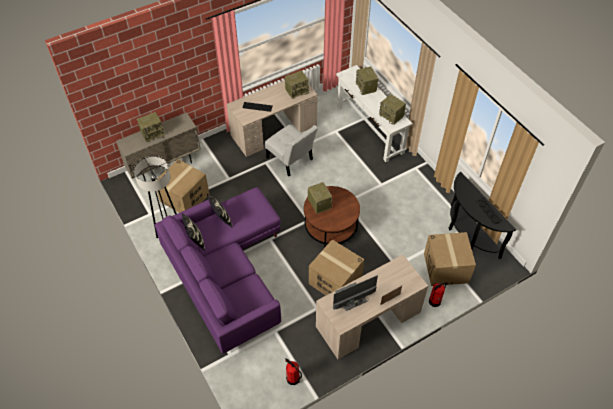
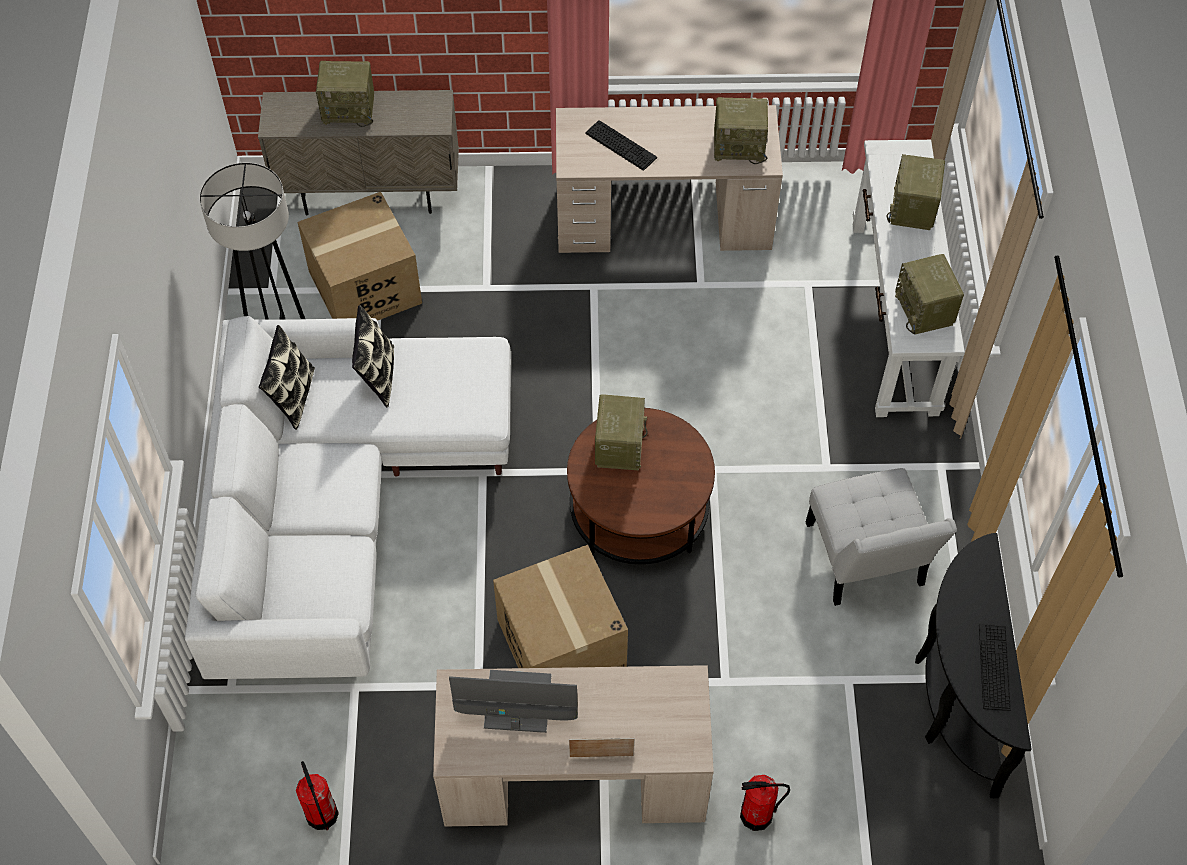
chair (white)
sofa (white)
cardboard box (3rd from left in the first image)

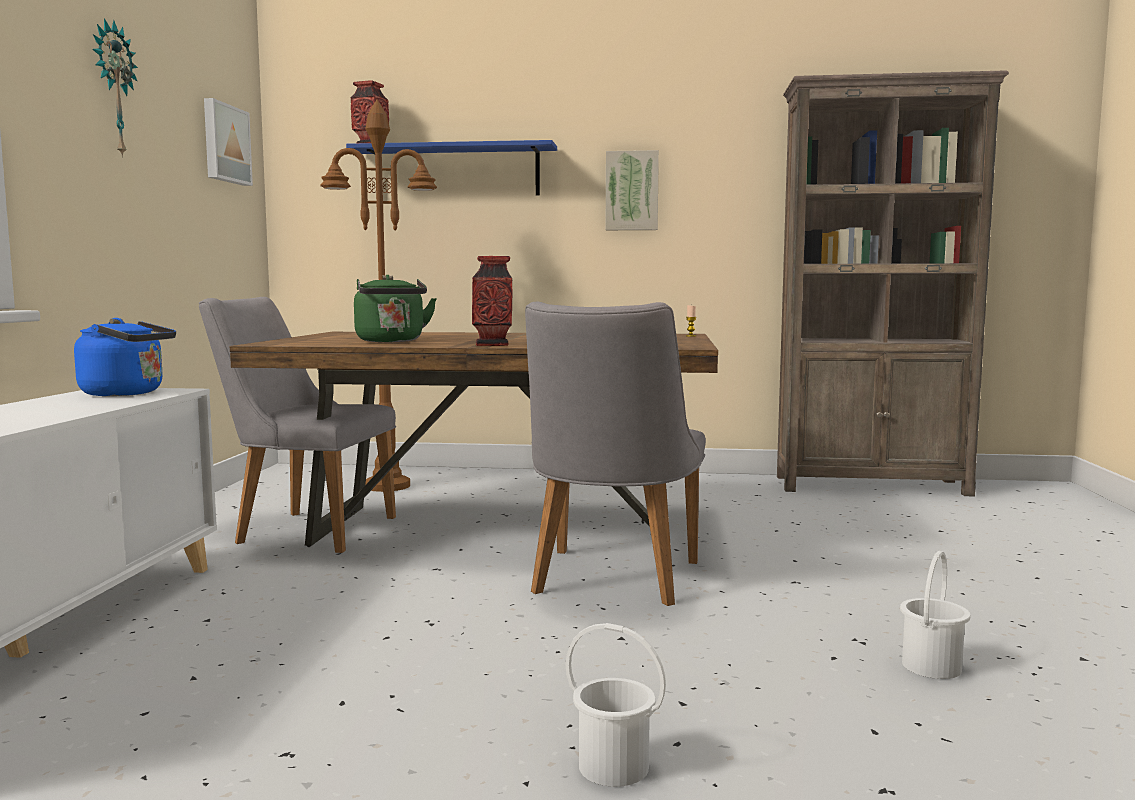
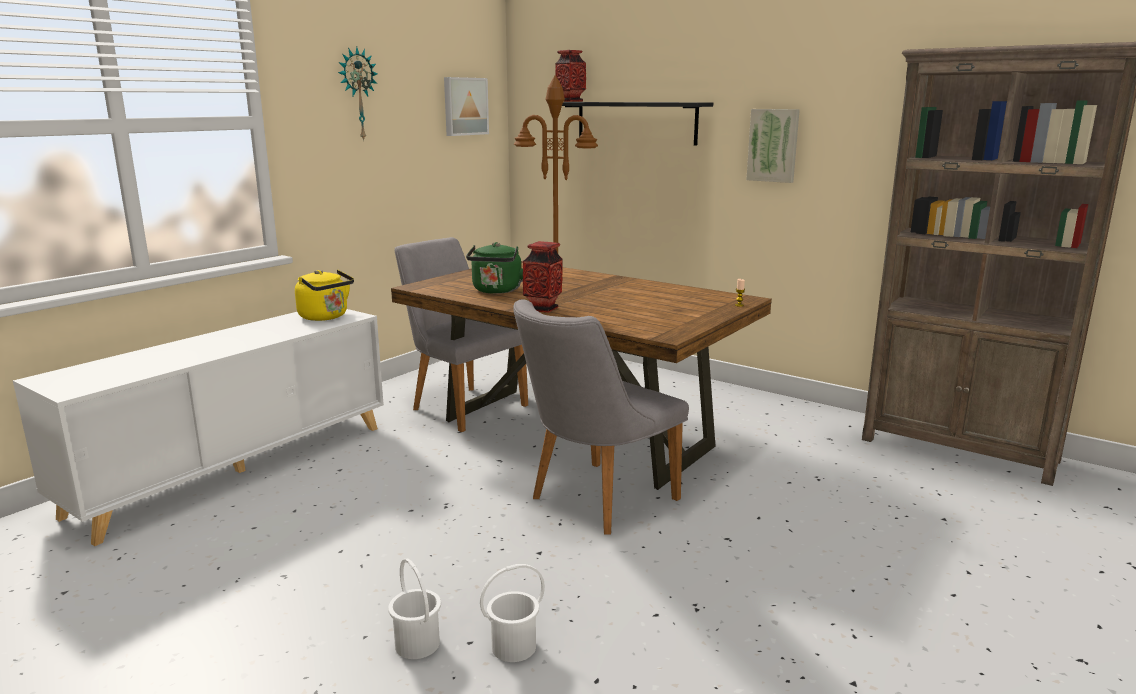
shelf (black)
kettle (yellow)
bucket (white) (2nd from left)

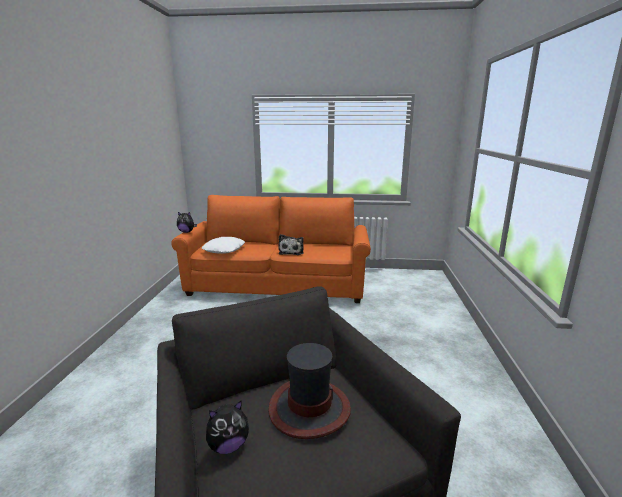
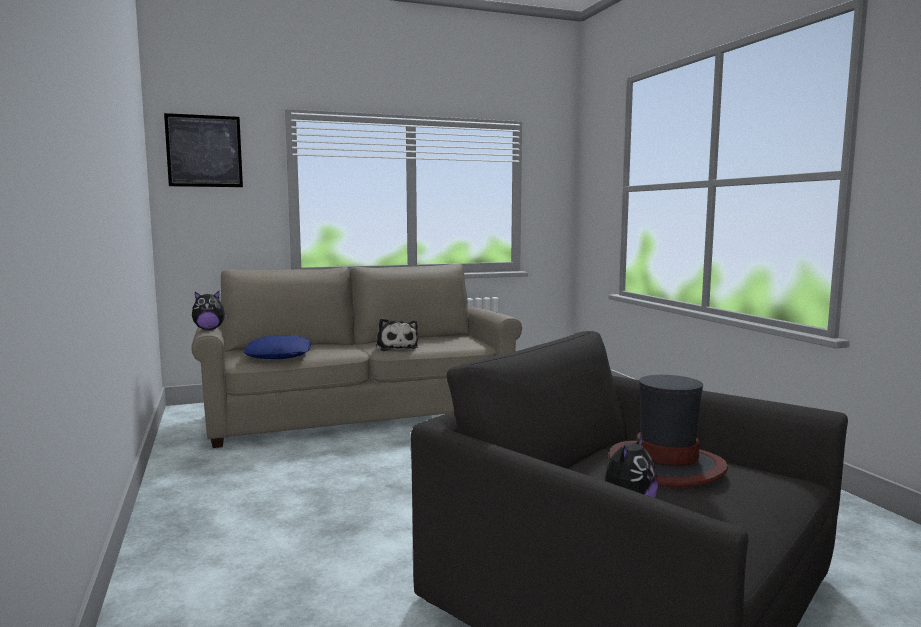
sofa (beige)
pillow (blue)
picture

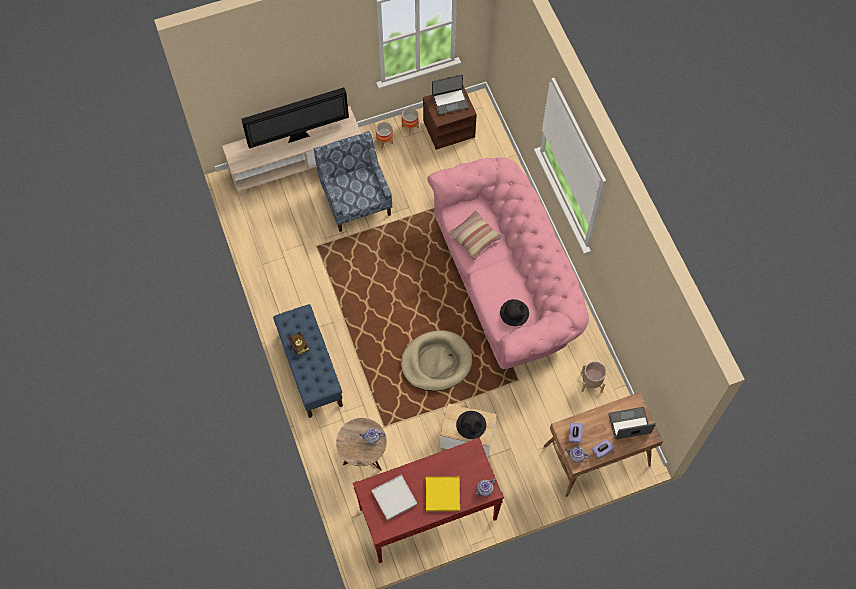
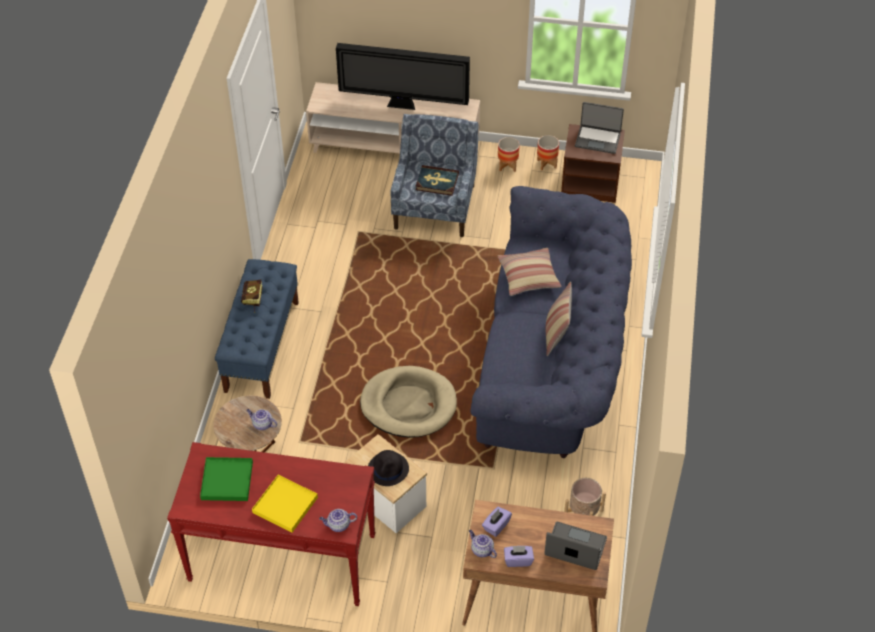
sofa (blue)
hat (black) (2nd from left in the first image)
tray (green)
book (2nd from left)
pillow (2nd from left)

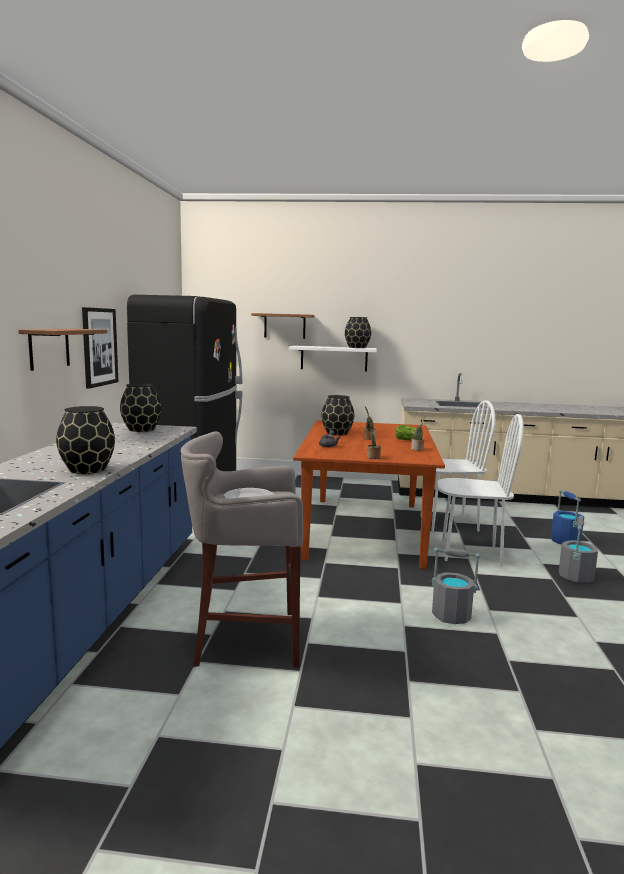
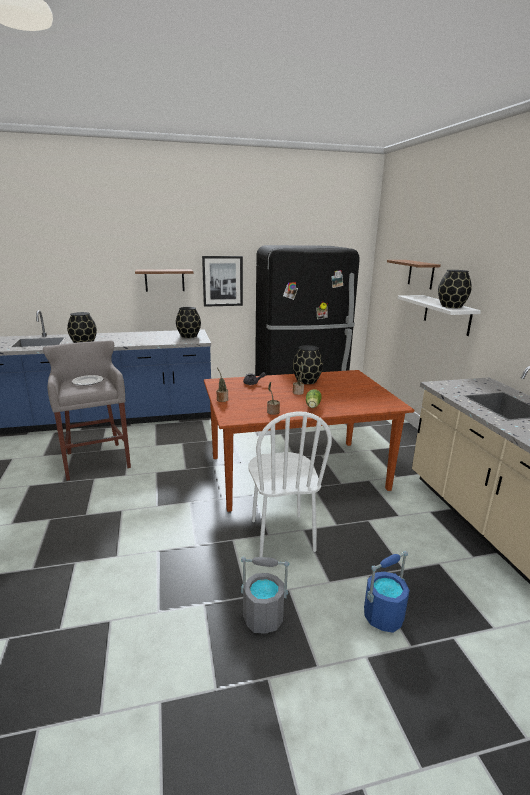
chair (white) (1st from left in the first image)
bucket (grey) (1st from left in the first image)

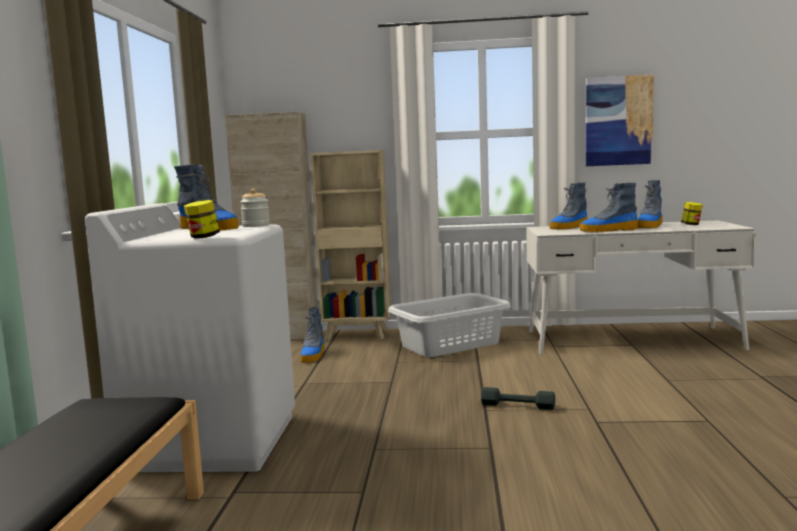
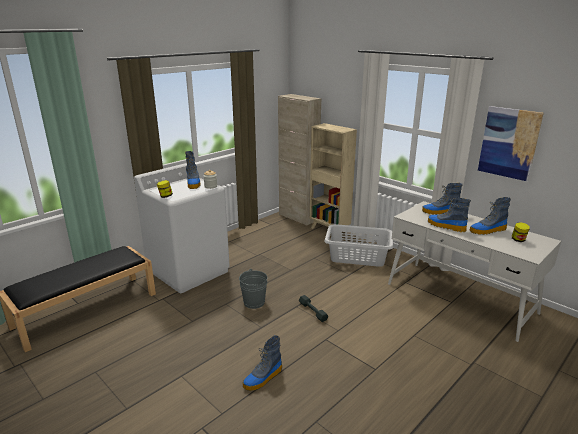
boot (2nd from left)
bucket (grey)

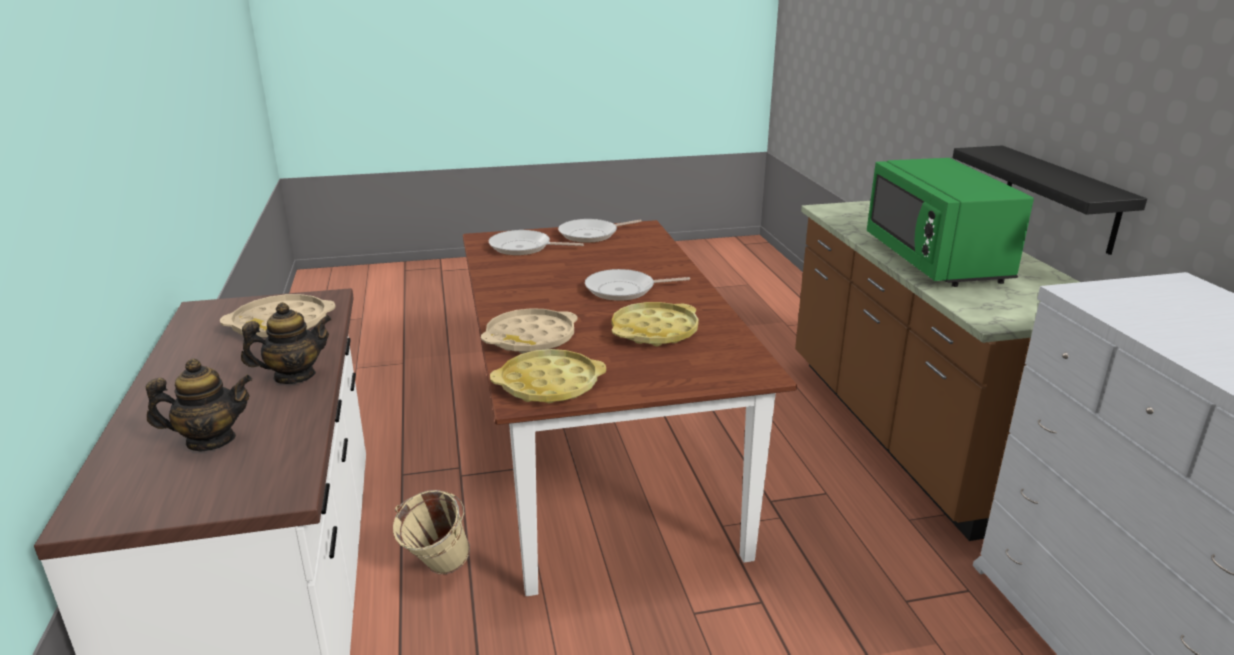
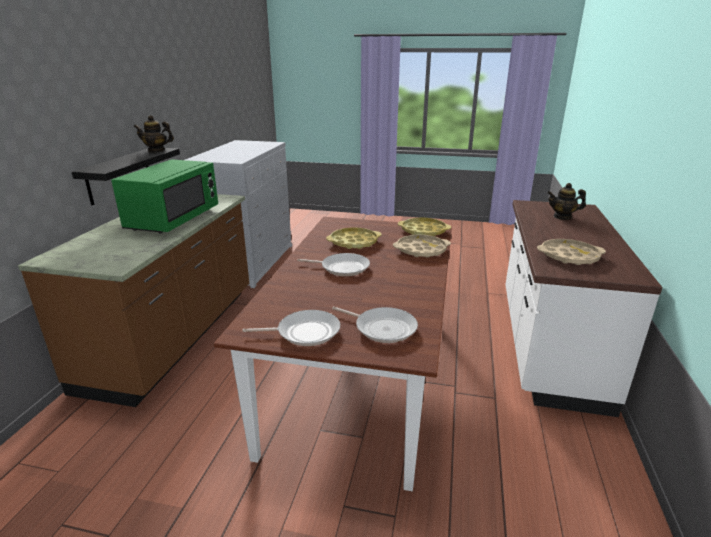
teapot (1st from left)
bucket (beige)

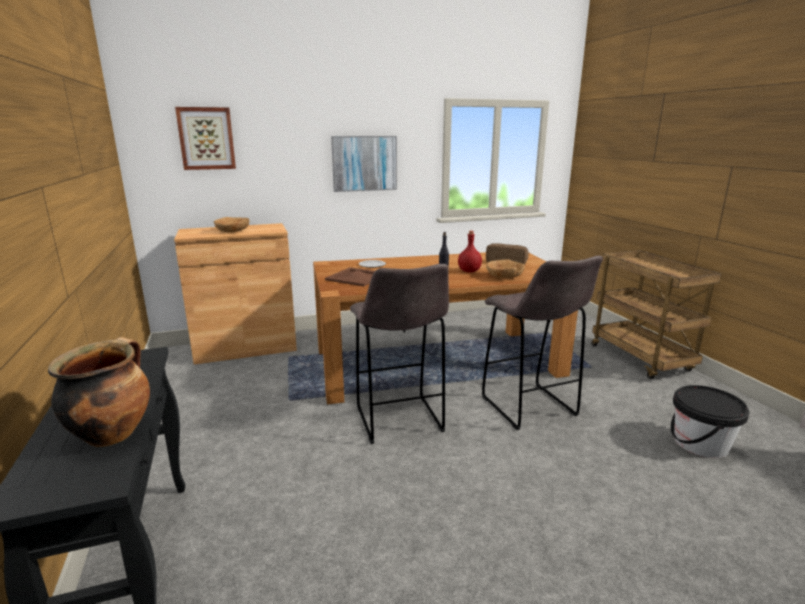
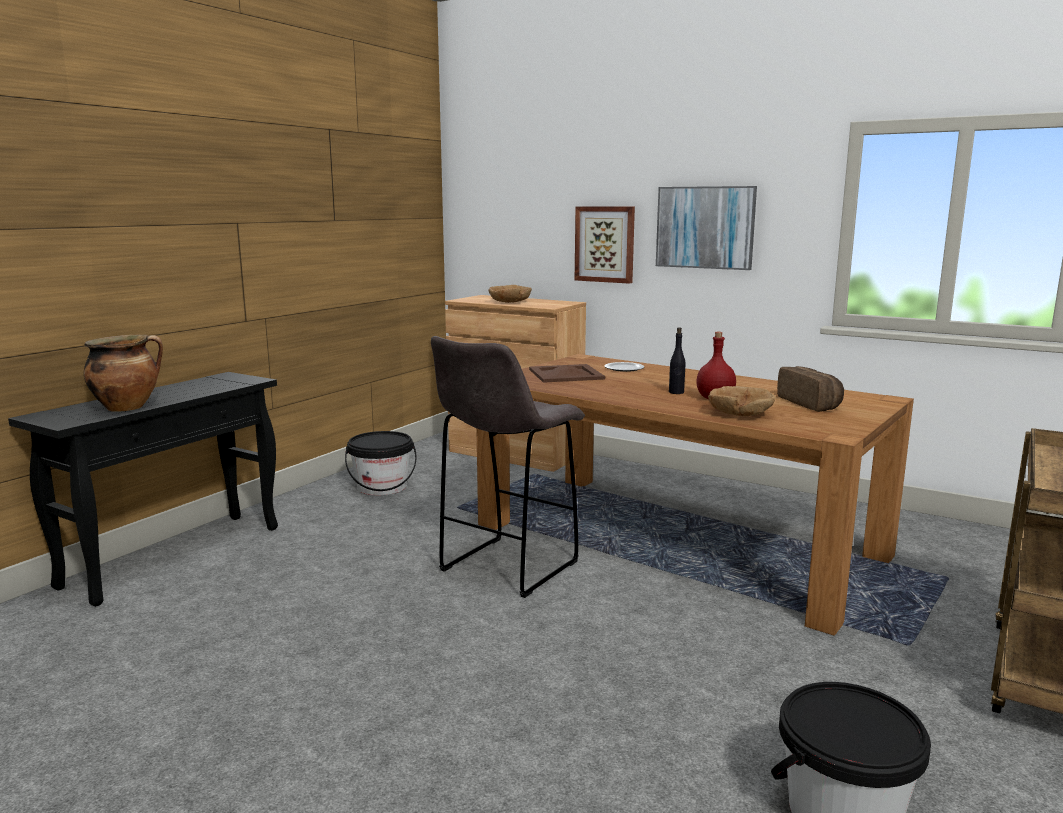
picture (1st from left)
stool (grey) (2nd from left in the first image)
bucket (black) (1st from left)

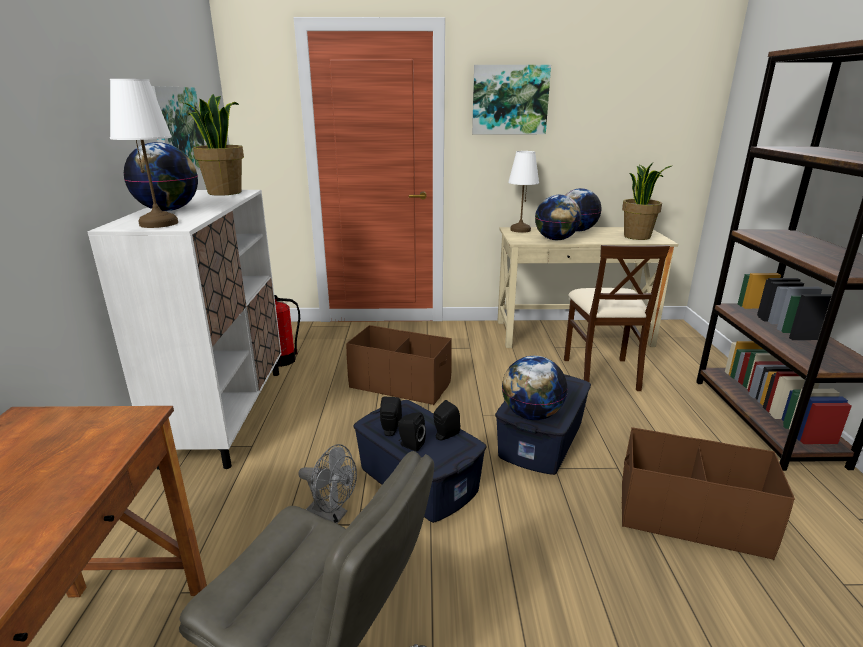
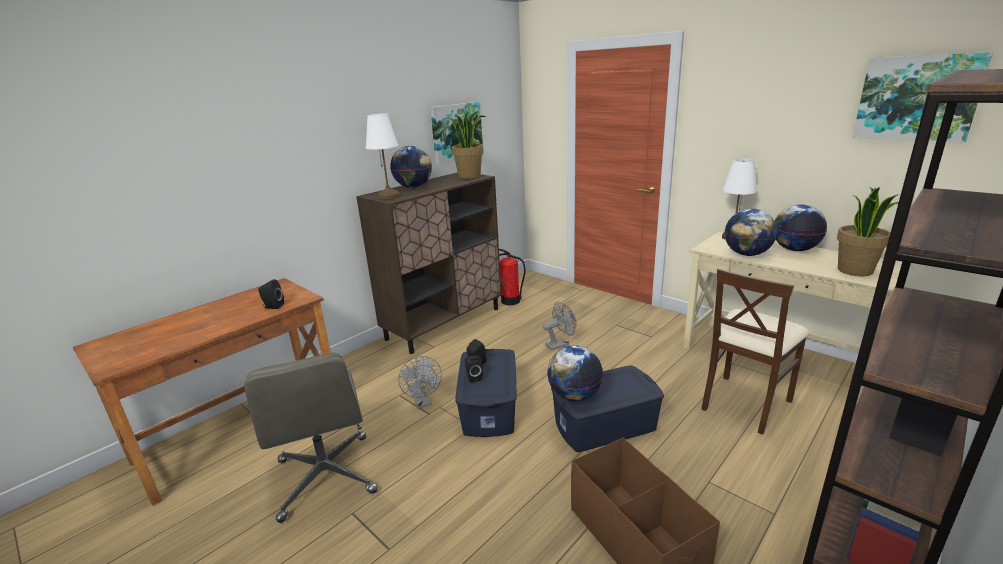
picture (2nd from left)
cabinet (brown)
fan (grey) (2nd from left)
speaker (black) (1st from left)

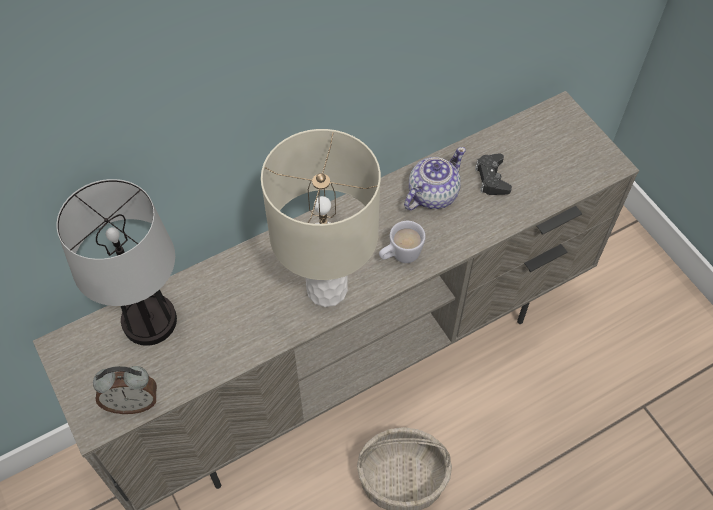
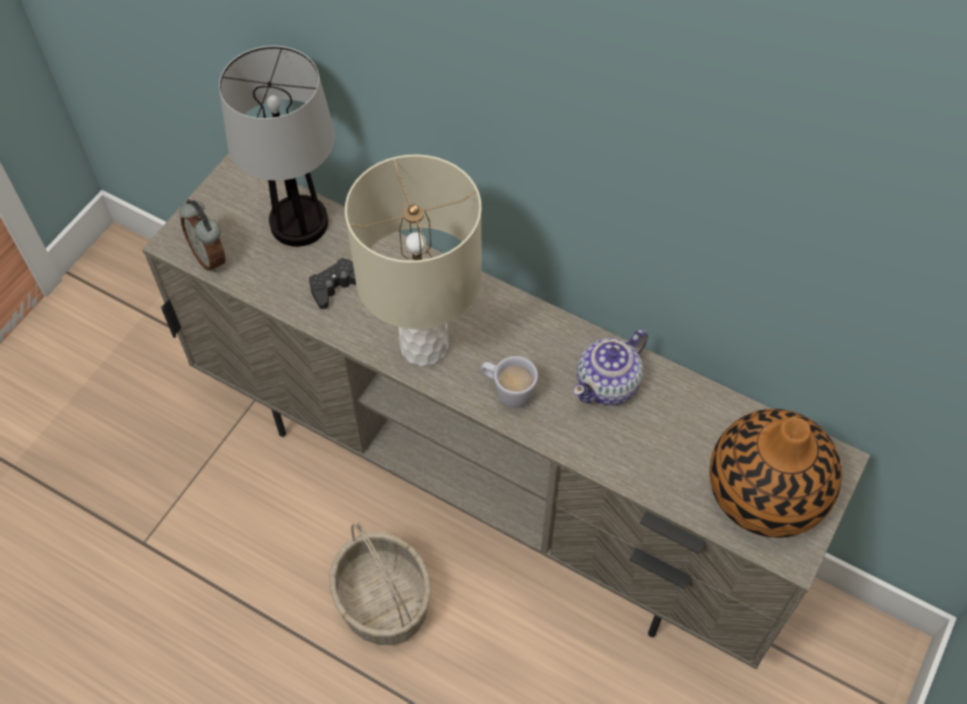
teapot
game controller (black)
vase

